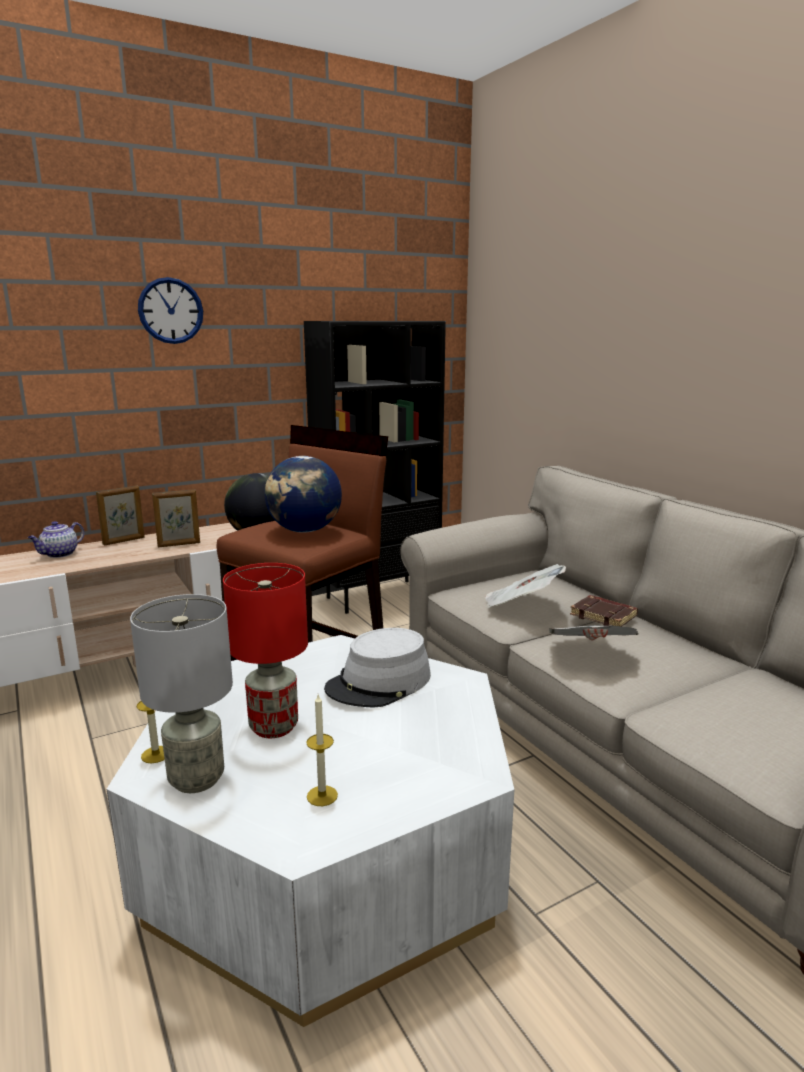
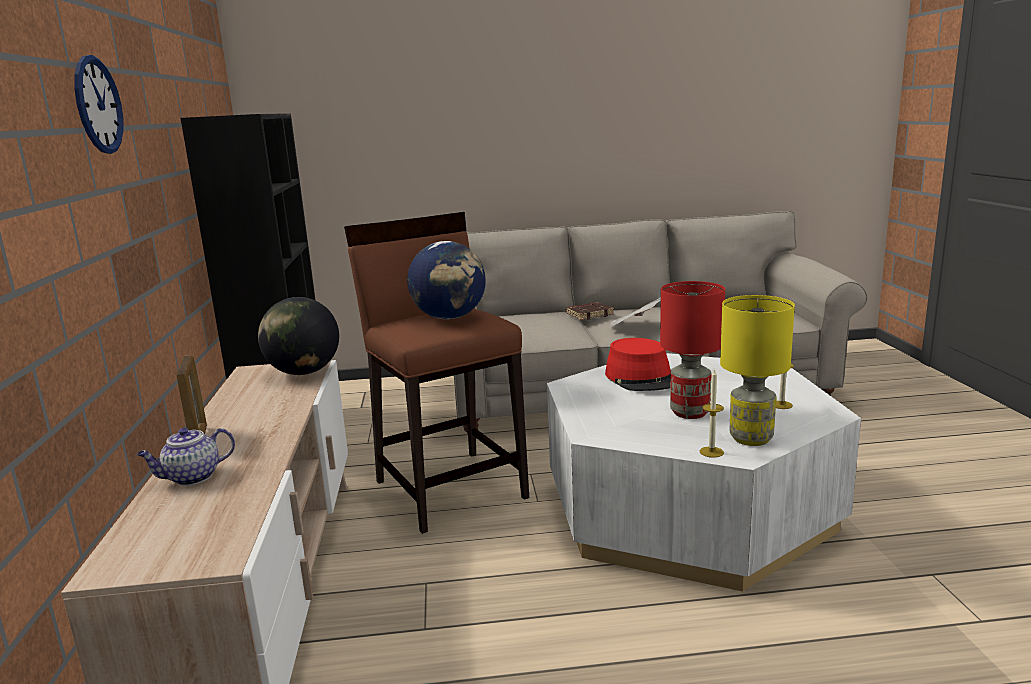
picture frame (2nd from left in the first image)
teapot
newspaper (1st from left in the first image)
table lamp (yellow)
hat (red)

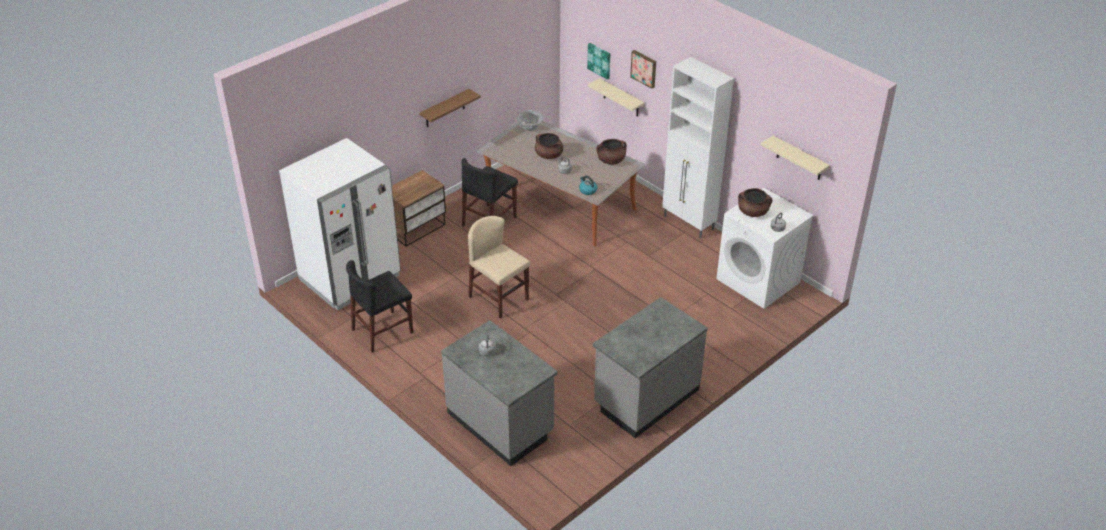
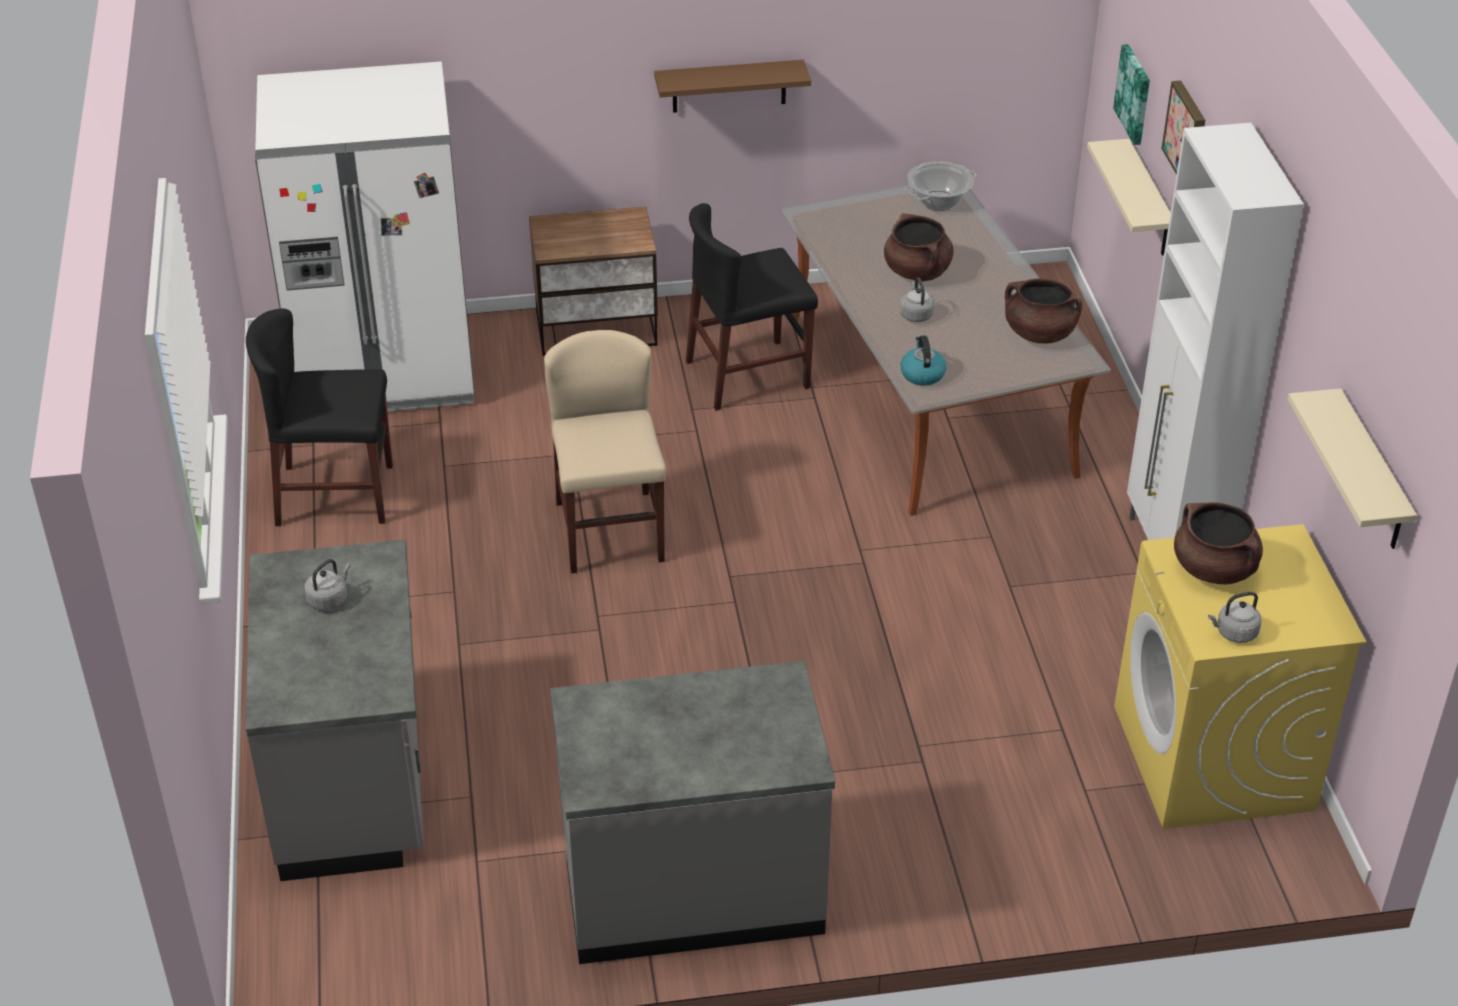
washing machine (yellow)

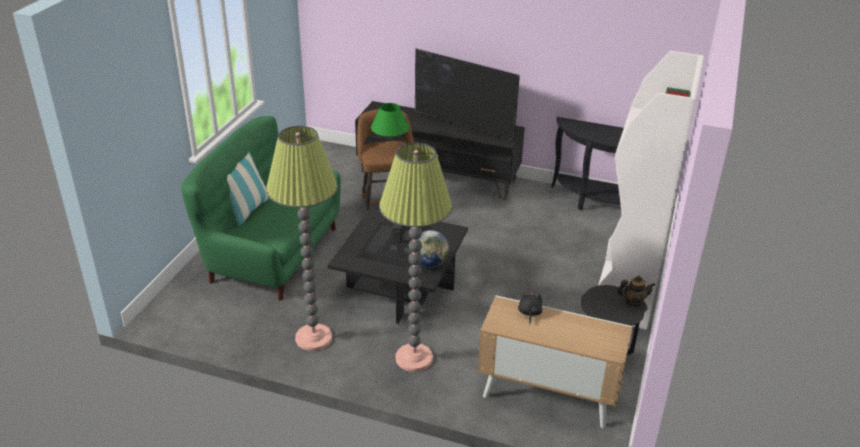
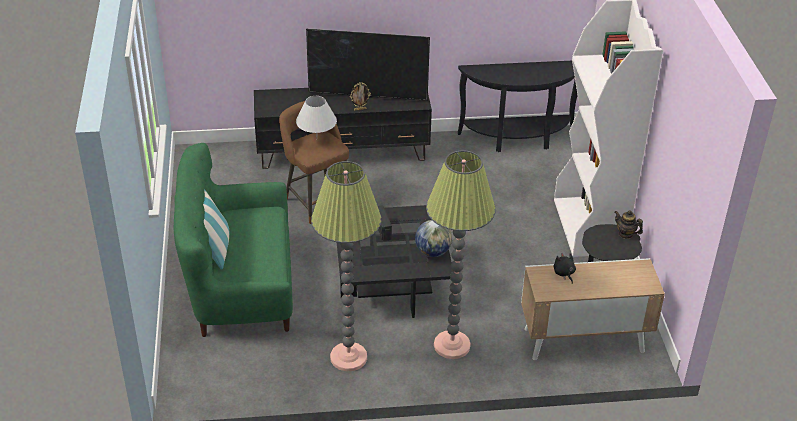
table lamp (white)
teapot
picture frame

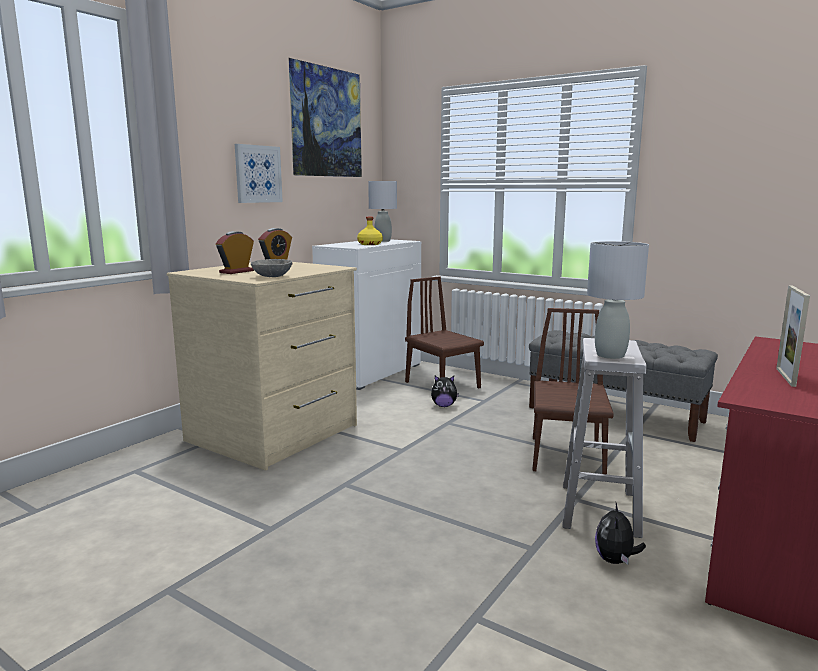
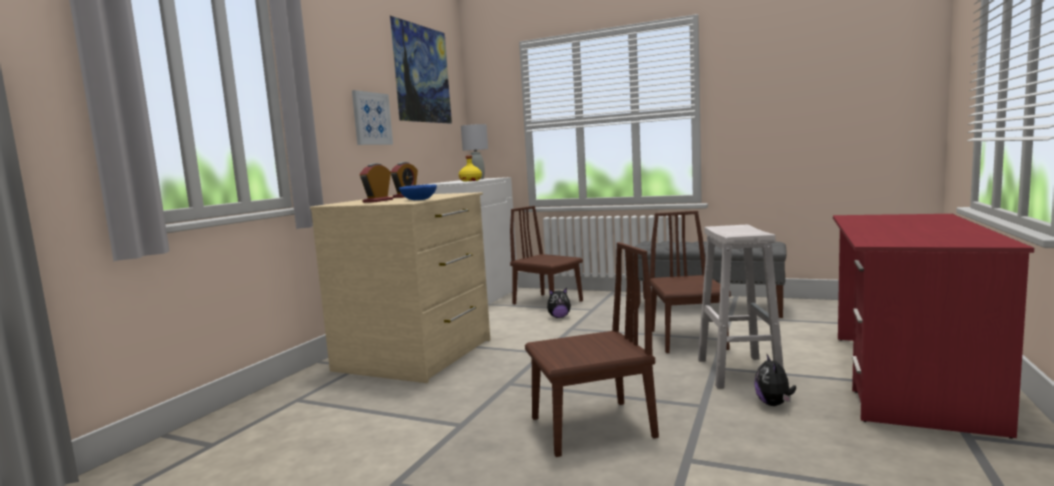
table lamp (grey) (2nd from left in the first image)
bowl (blue)
picture frame
chair (brown) (2nd from left)

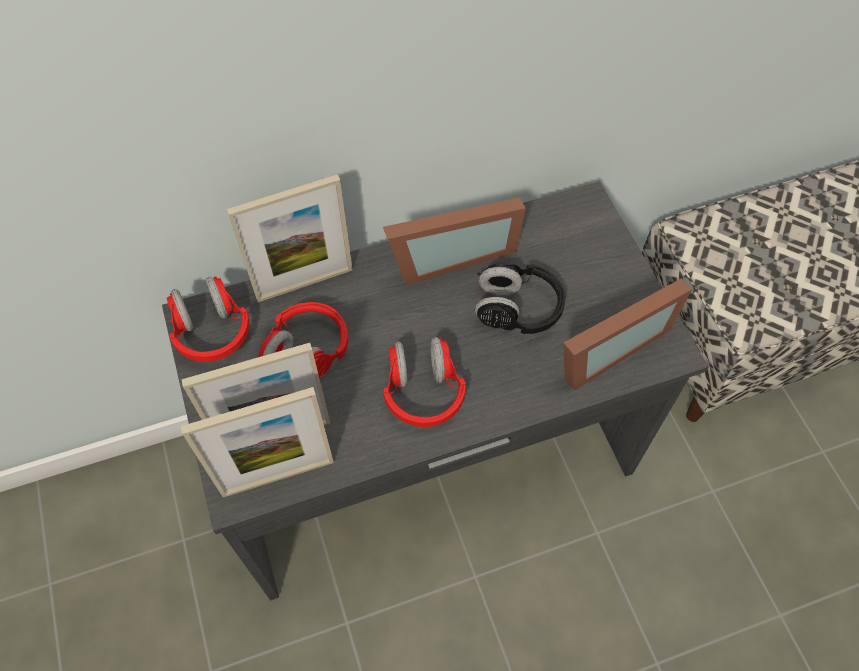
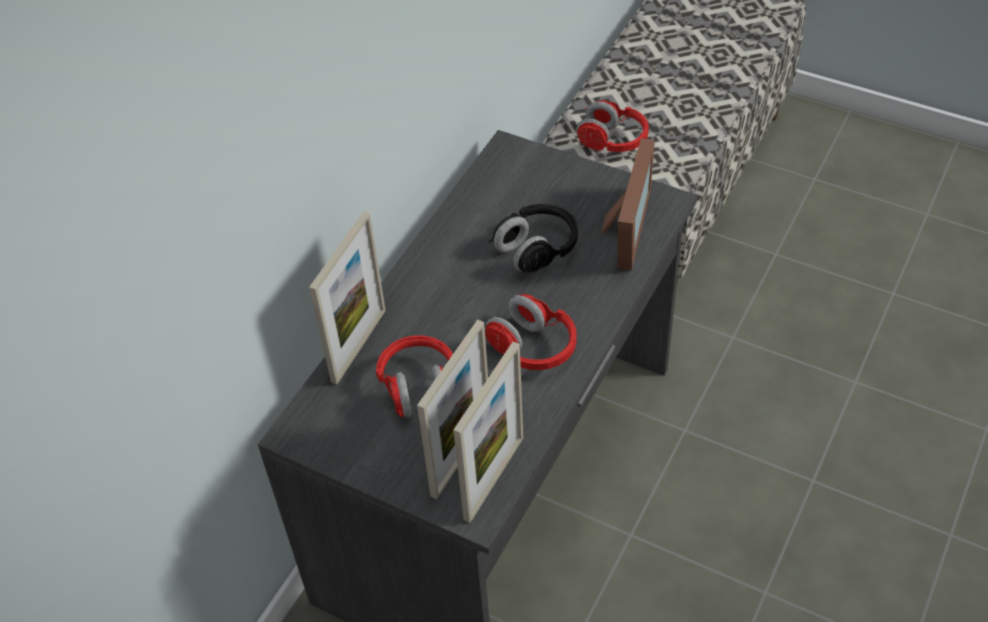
picture frame (4th from left in the first image)
headphones (red) (3rd from left)

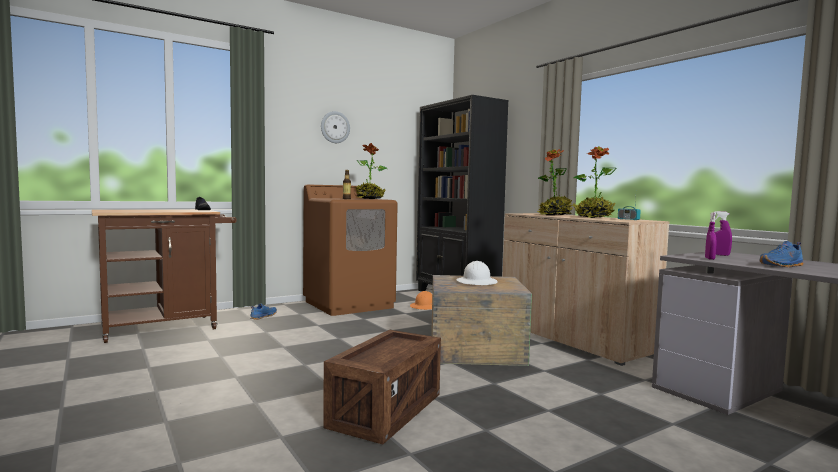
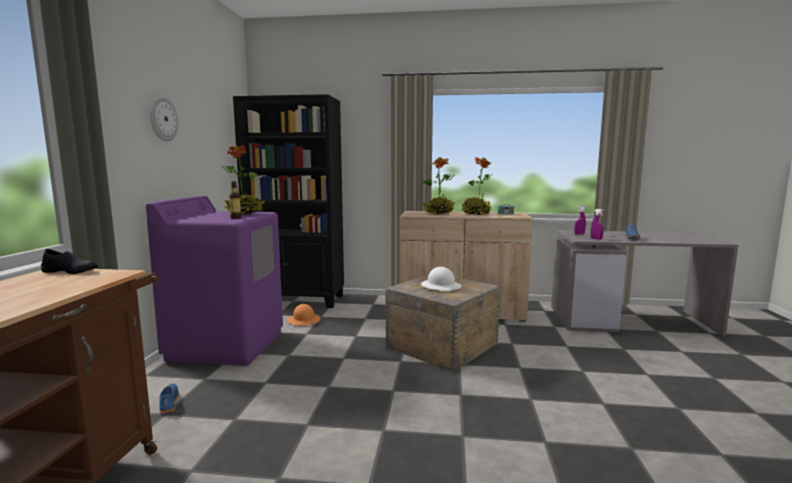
washing machine (purple)
crate (1st from left in the first image)

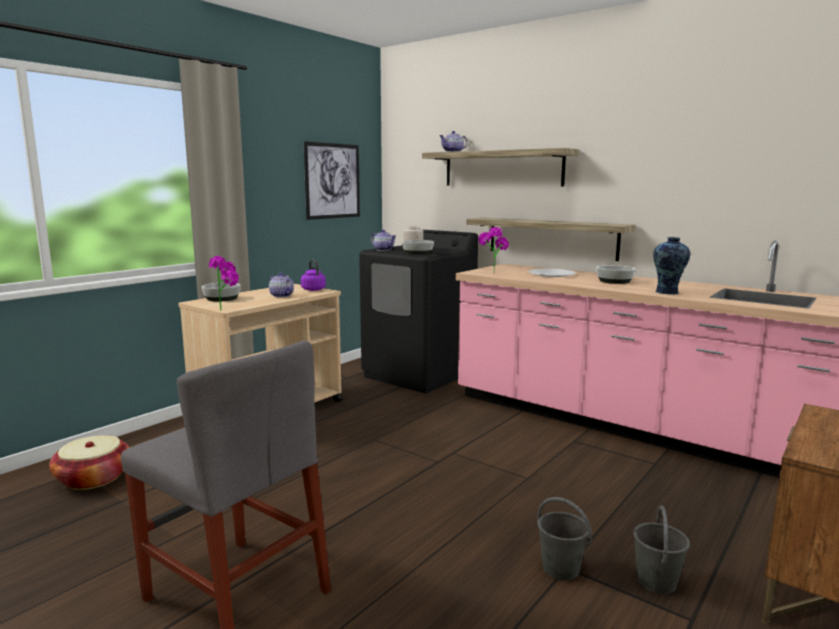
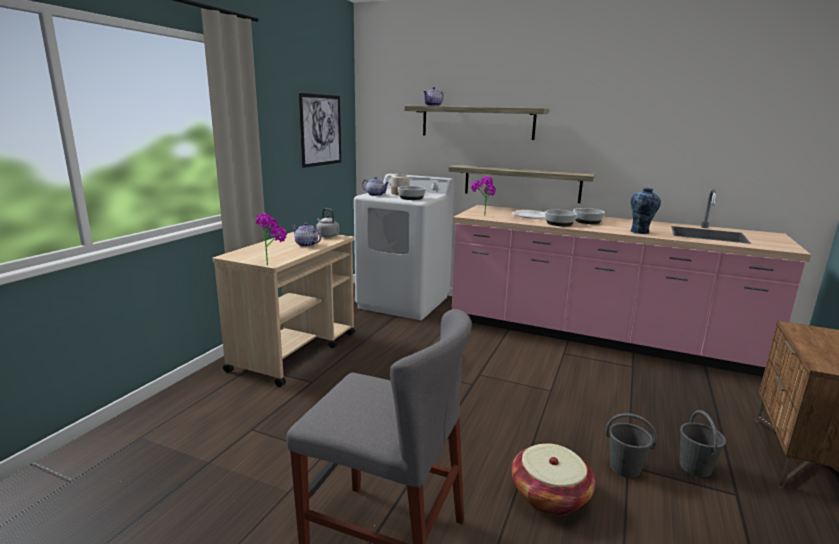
washing machine (white)
kettle (grey)
bowl (2nd from left)
basket

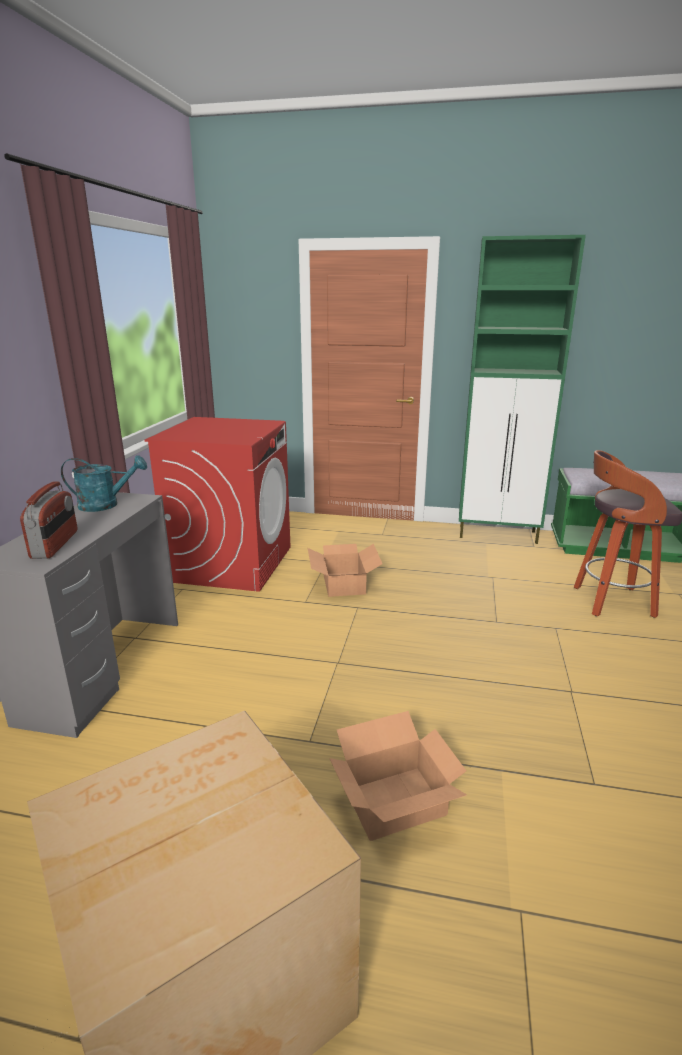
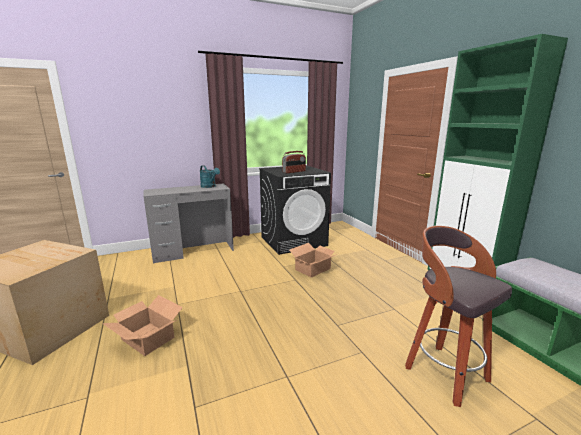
washing machine (black)
radio

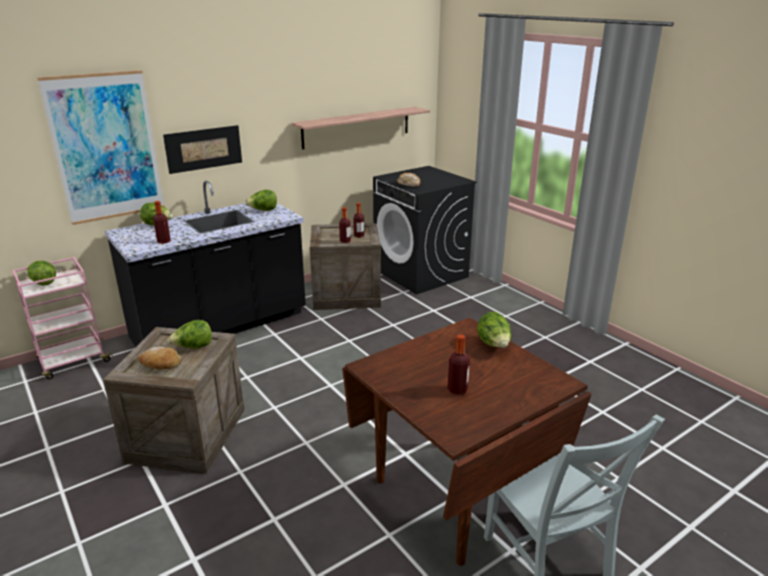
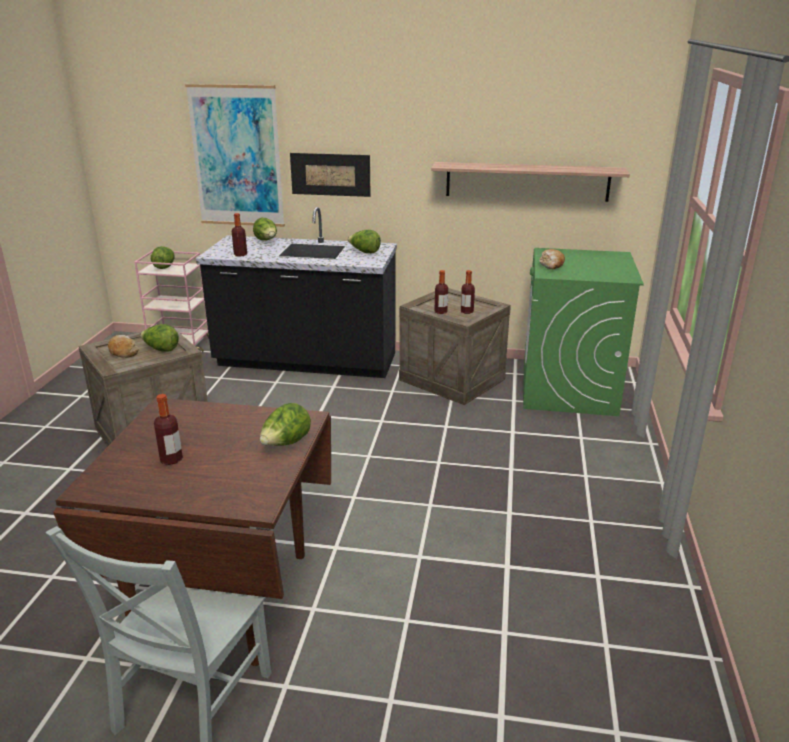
washing machine (green)

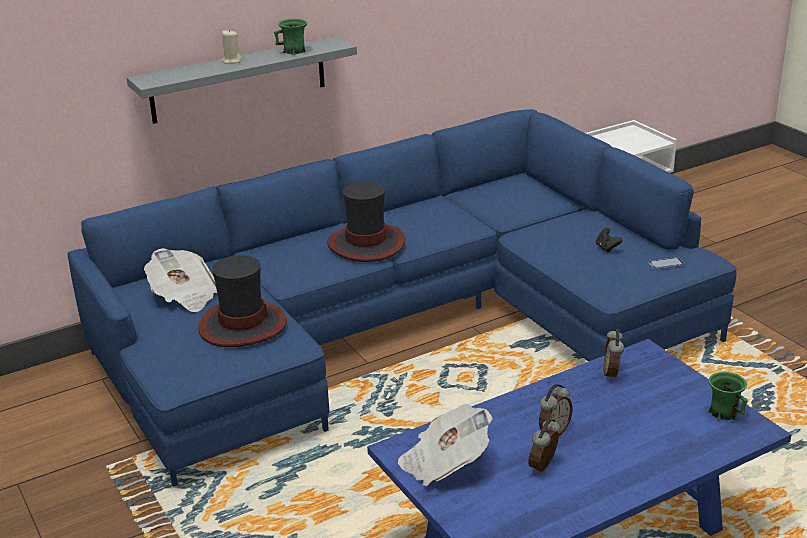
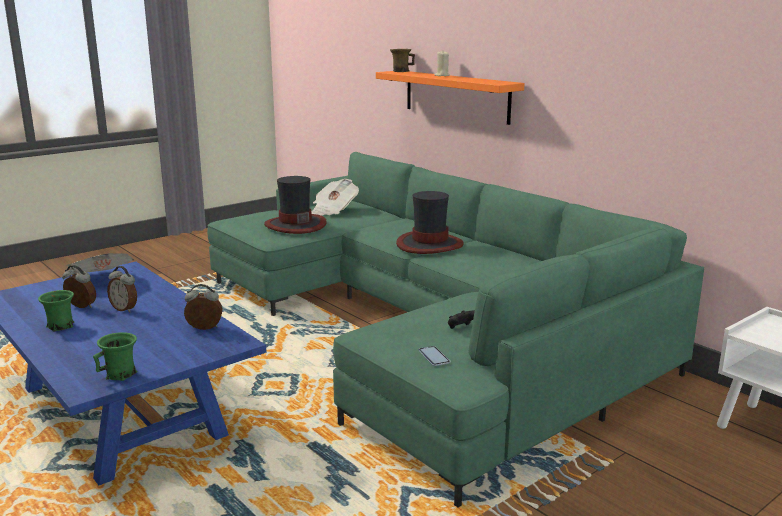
mug (green) (1st from left)
shelf (orange)
sofa (green)
mug (brown)

